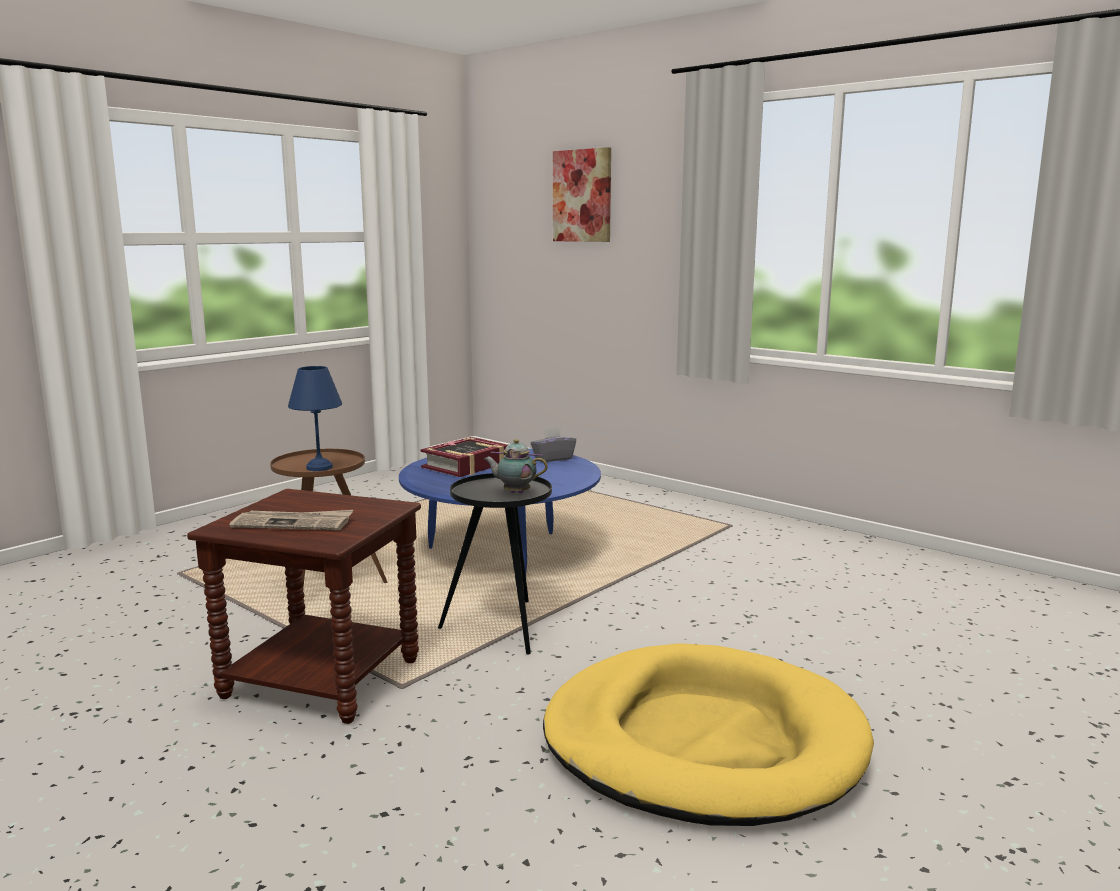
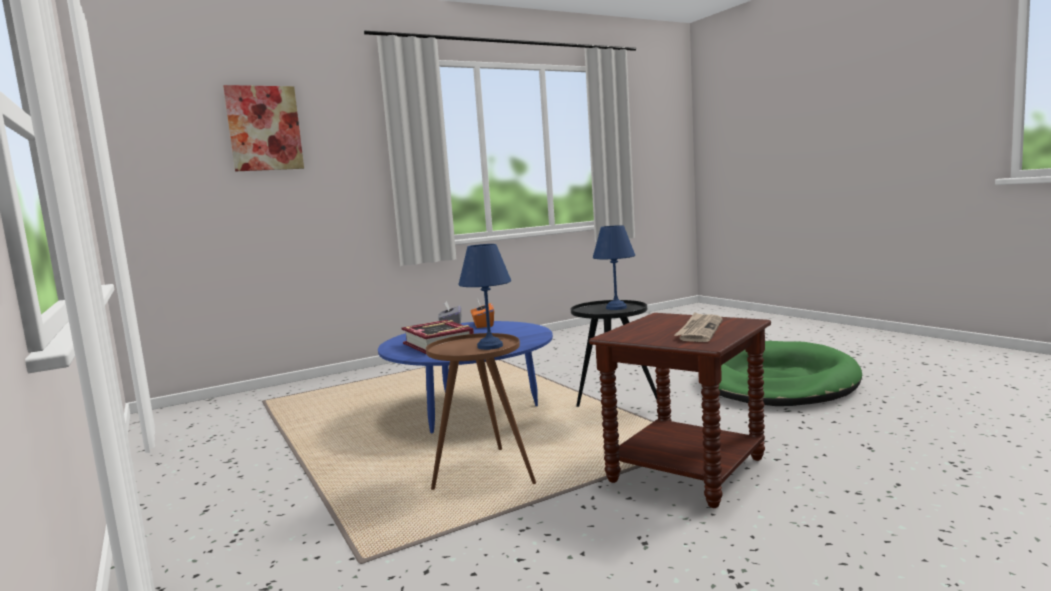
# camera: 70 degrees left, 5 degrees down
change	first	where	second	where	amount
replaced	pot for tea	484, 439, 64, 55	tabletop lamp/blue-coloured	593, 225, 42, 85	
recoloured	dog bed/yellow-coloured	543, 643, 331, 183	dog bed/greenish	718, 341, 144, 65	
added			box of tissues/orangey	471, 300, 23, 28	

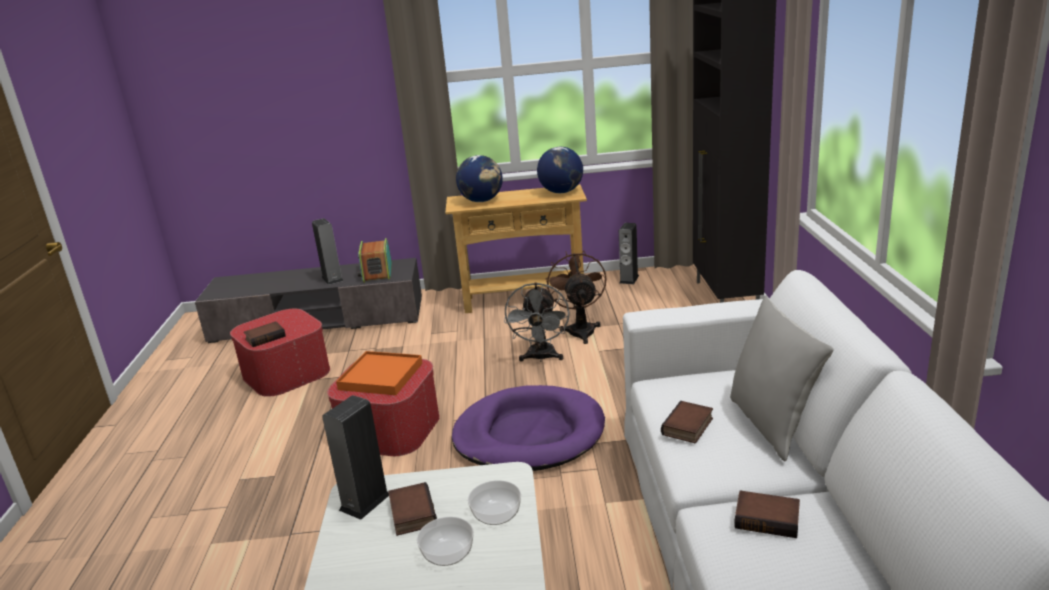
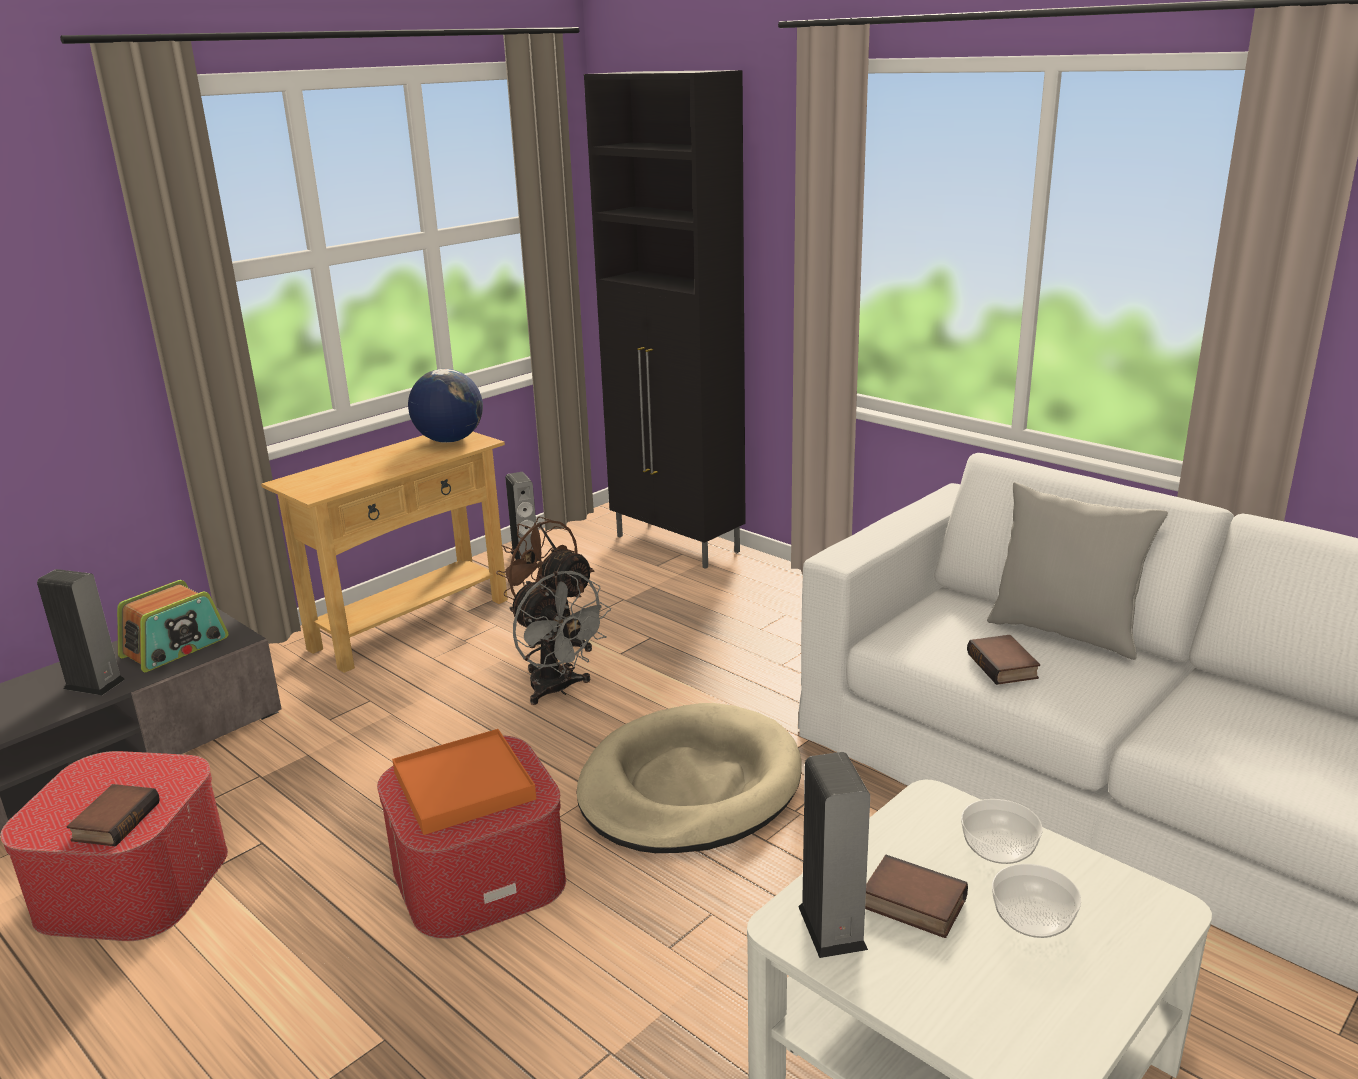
# camera: 45 degrees left, 0 degrees up
change	first	where	second	where	amount
removed	globe	456, 155, 47, 47			
turned	radio	357, 238, 35, 45		117, 580, 112, 92	90 degrees counterclockwise
recoloured	dog bed/purple-coloured	452, 385, 153, 86	dog bed/sand-coloured	576, 703, 226, 150	
removed	volume	734, 491, 66, 47			

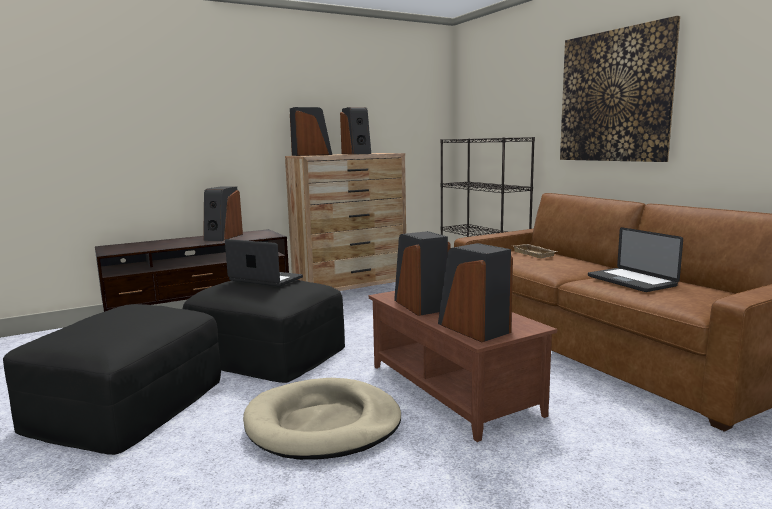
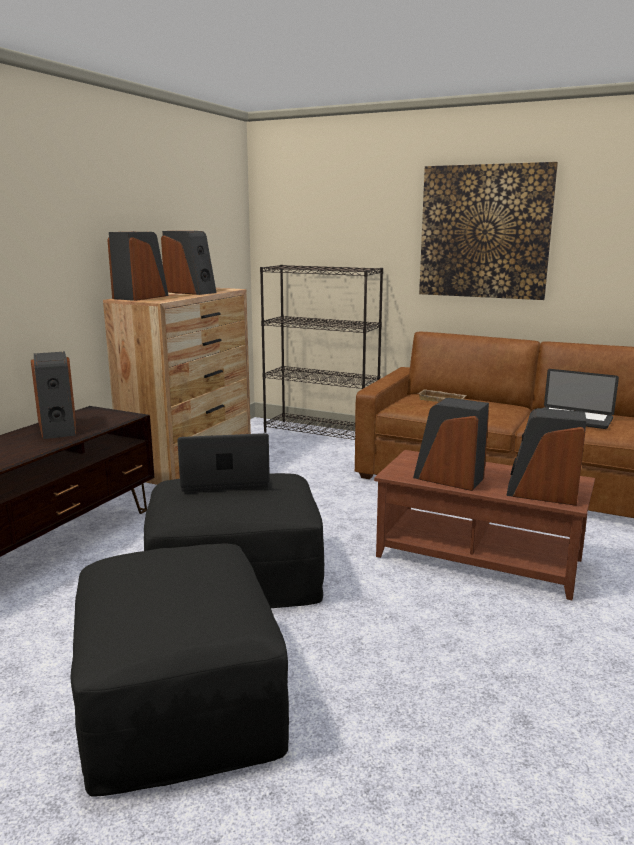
# camera: 35 degrees left, 5 degrees up
change	first	where	second	where	amount
removed	dog bed/sand-coloured	243, 378, 158, 82			

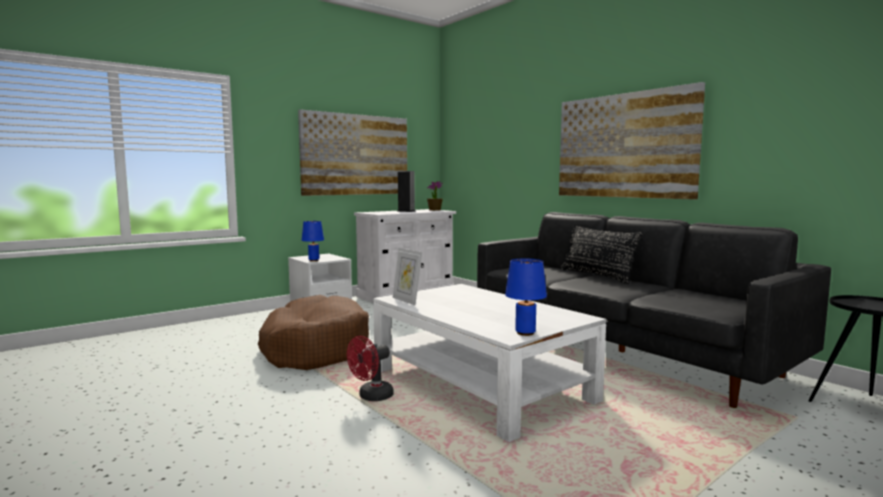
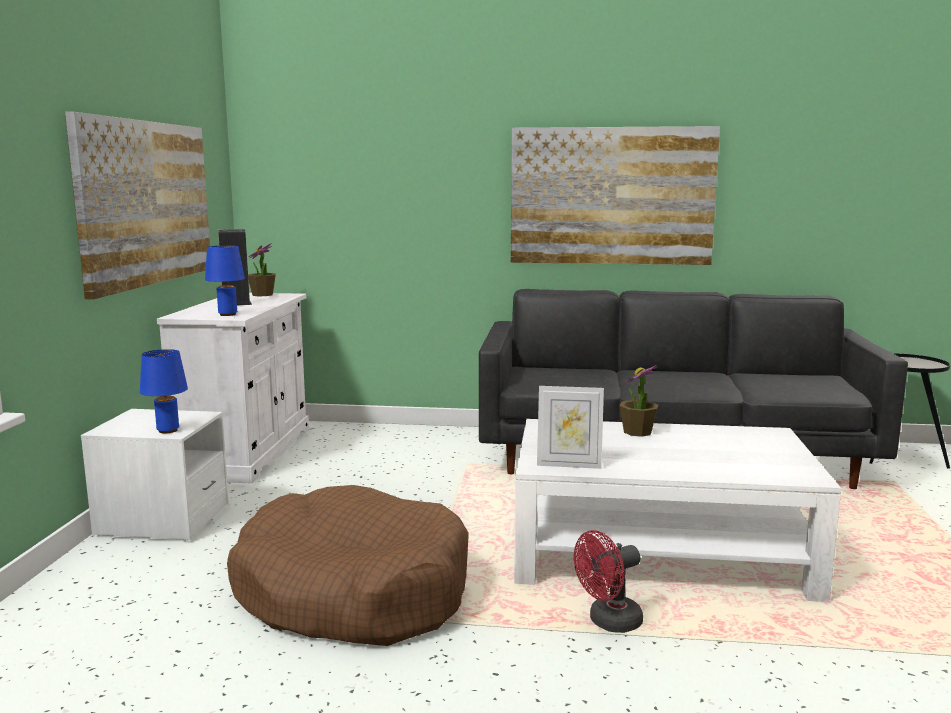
# camera: 45 degrees left, 5 degrees up
change	first	where	second	where	amount
removed	cushion/blackish	561, 226, 82, 58			
moved	tabletop lamp/blue-coloured	505, 259, 42, 77		205, 246, 40, 70	
turned	fan/red	347, 336, 47, 65		574, 530, 69, 103	60 degrees clockwise
added			potted plant	620, 365, 38, 72	

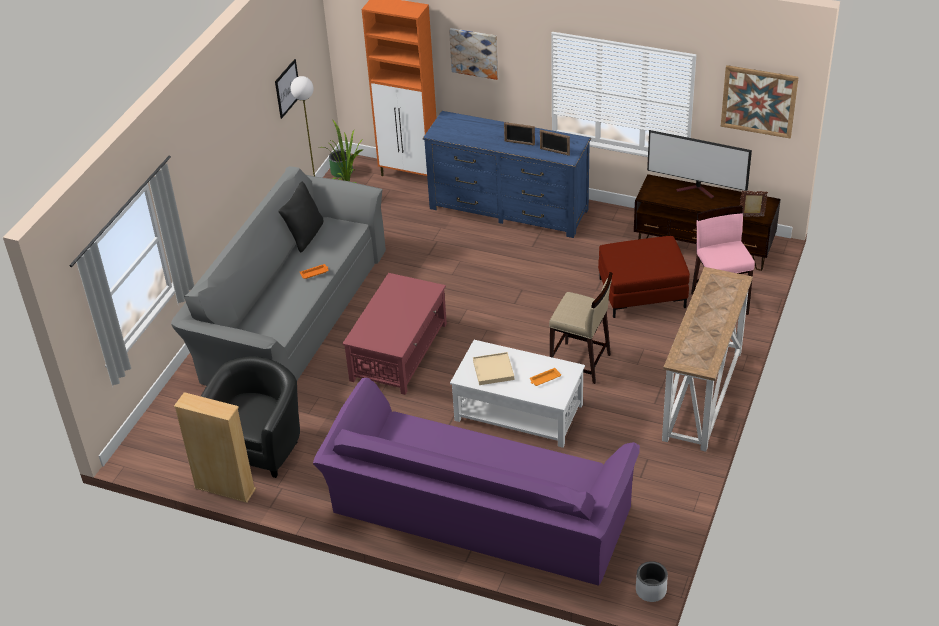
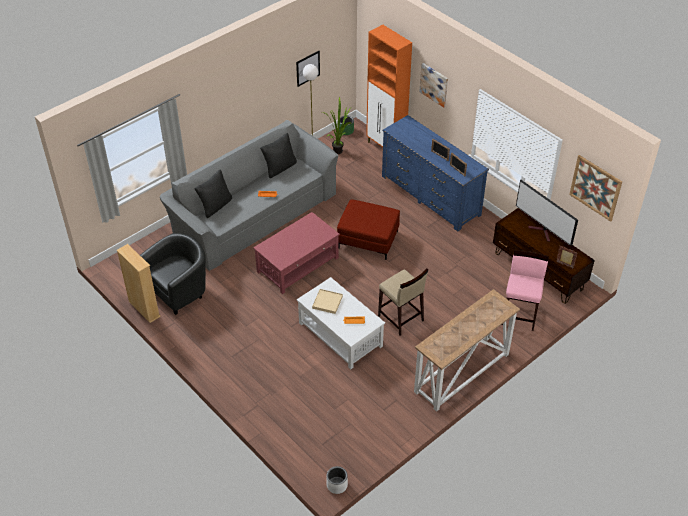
# camera: 25 degrees right, 5 degrees up
change	first	where	second	where	amount
moved	footrest/red	598, 236, 92, 82		337, 199, 63, 61	
removed	settee/purple-coloured	313, 378, 327, 208			
added			cushion/blackish	195, 170, 37, 48	

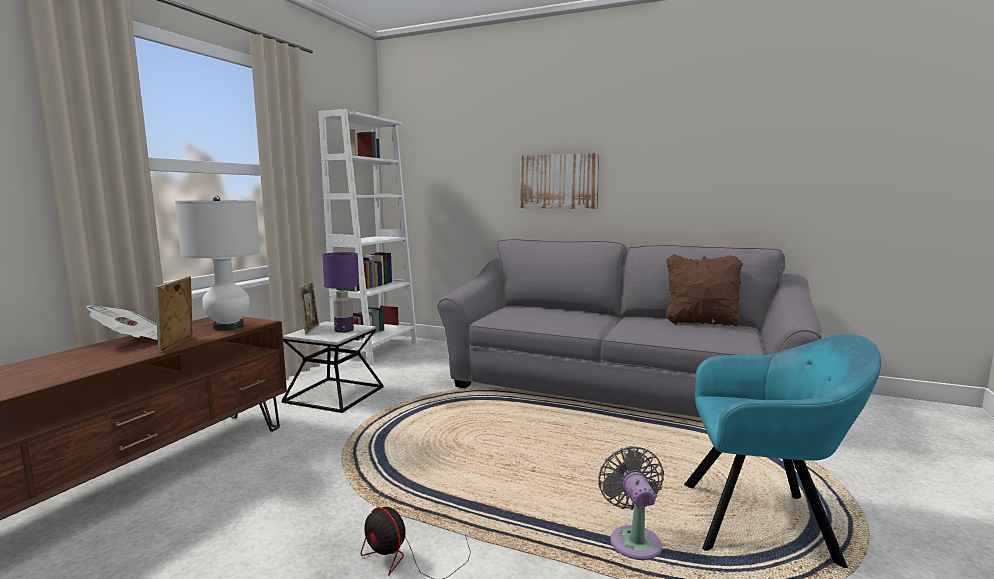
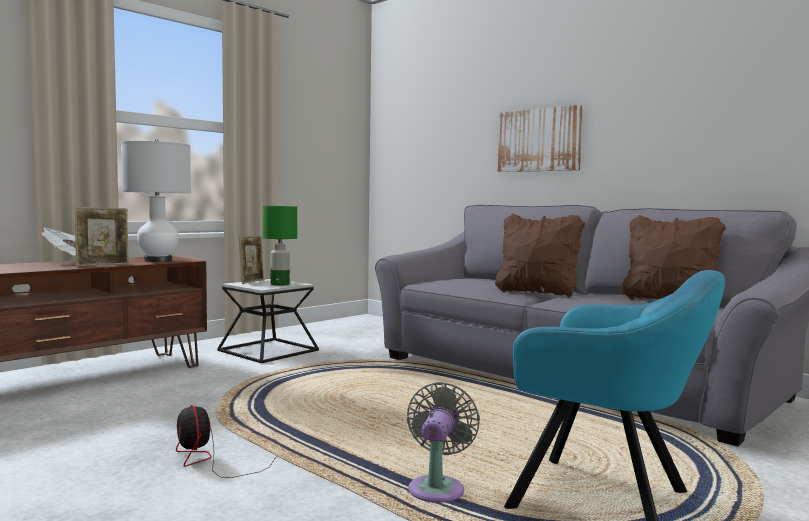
# camera: 20 degrees right, 5 degrees down
change	first	where	second	where	amount
removed	bookcase/whitish	319, 109, 98, 256			
recoloured	tabletop lamp/purple-coloured	322, 252, 37, 81	tabletop lamp/greenish	263, 206, 34, 80	
turned	photo frame	155, 276, 38, 77		74, 207, 55, 59	150 degrees counterclockwise
added			cushion/brown	495, 214, 90, 83	

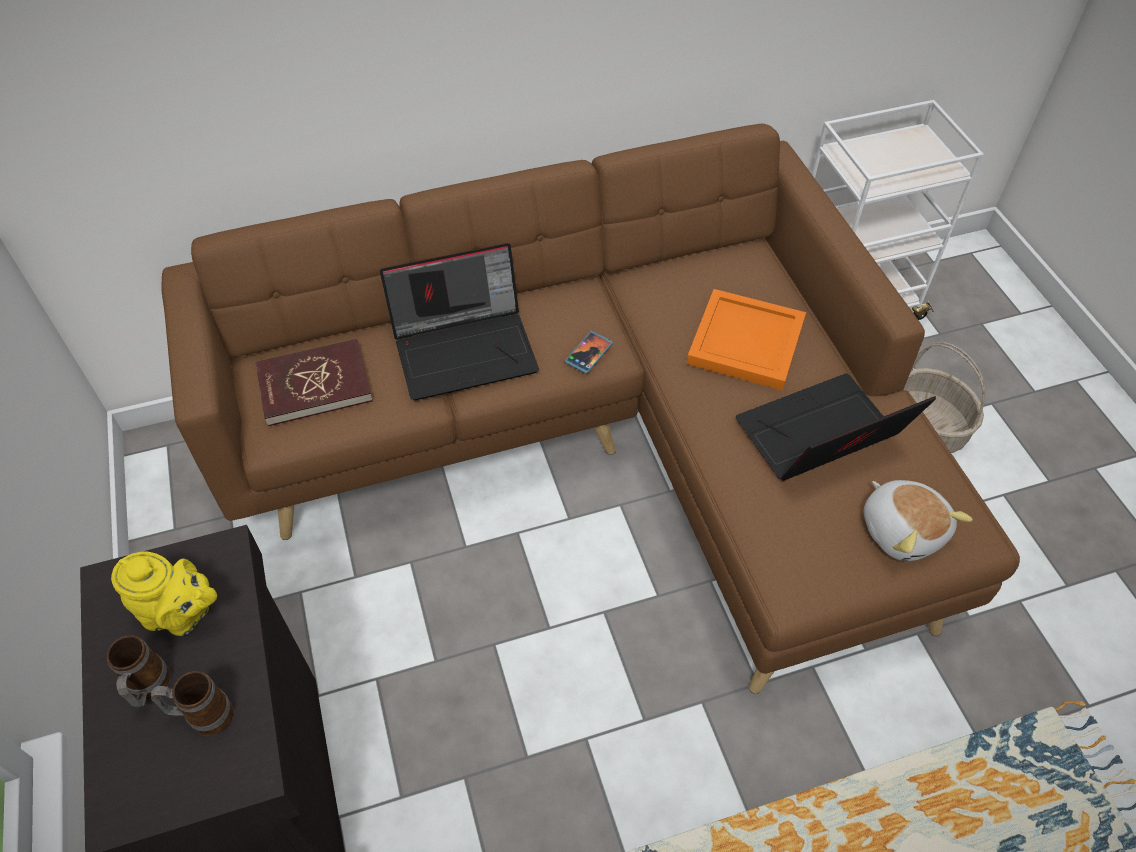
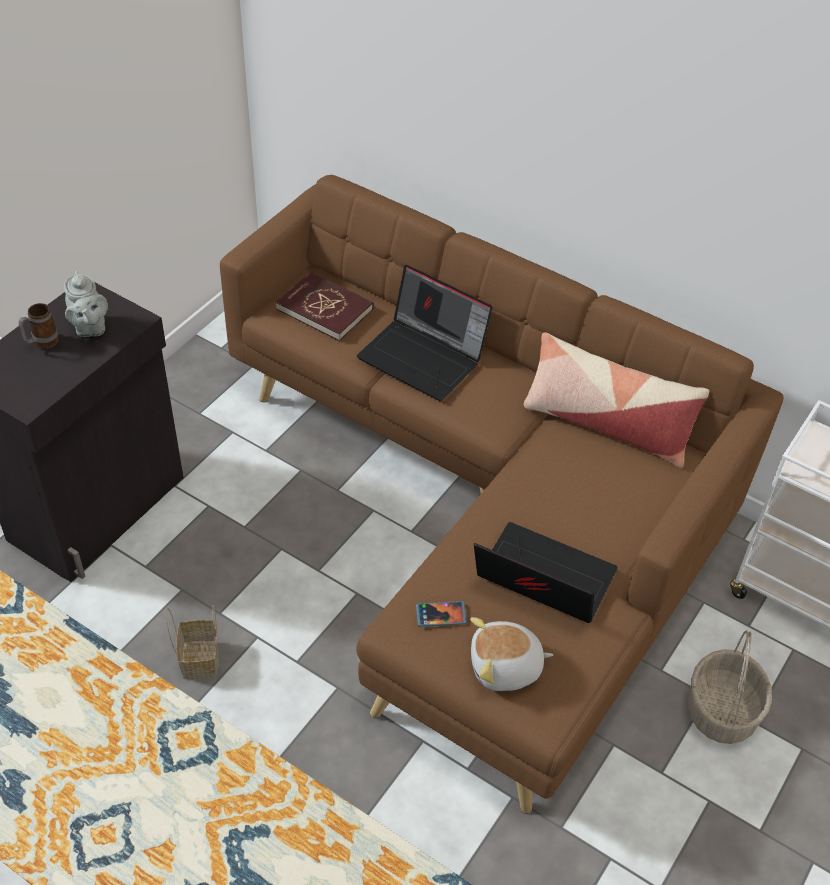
# camera: 50 degrees right, 5 degrees down
change	first	where	second	where	amount
removed	carrying tray/orangey	687, 289, 119, 102			
moved	phone	565, 331, 48, 43		416, 601, 51, 26	
turned	cuddly toy	863, 480, 109, 81		470, 617, 83, 74	60 degrees clockwise
recoloured	pot for tea/yellow-coloured	111, 551, 106, 85	pot for tea/greyish	64, 271, 44, 66	
removed	mug	151, 671, 82, 65			
added			cushion	524, 332, 185, 136	
added			basket	166, 605, 52, 74	

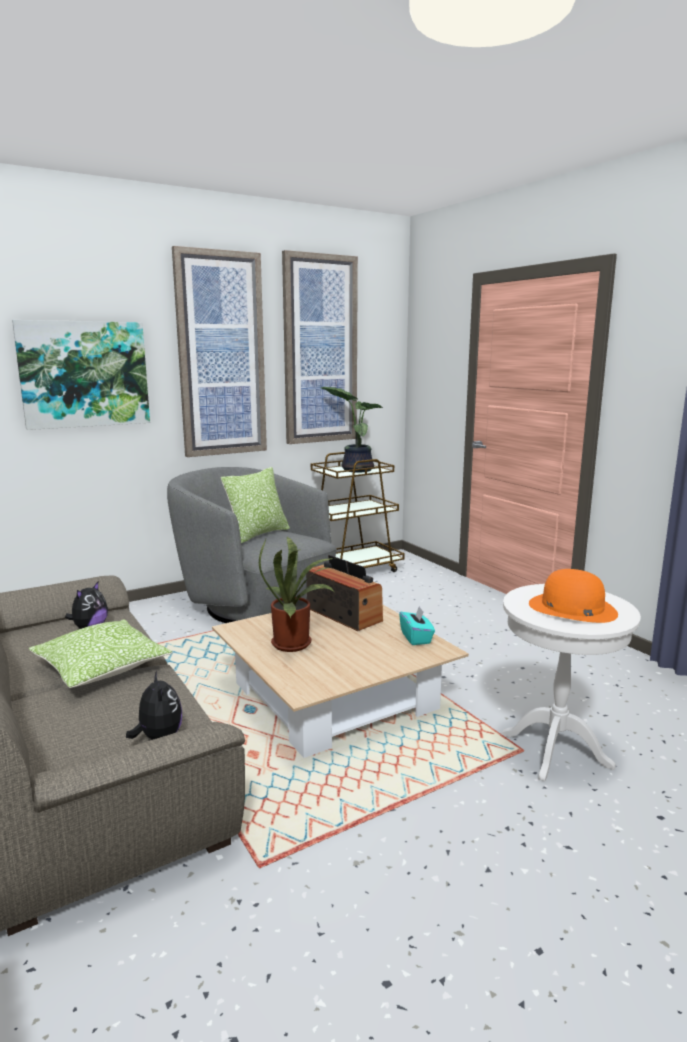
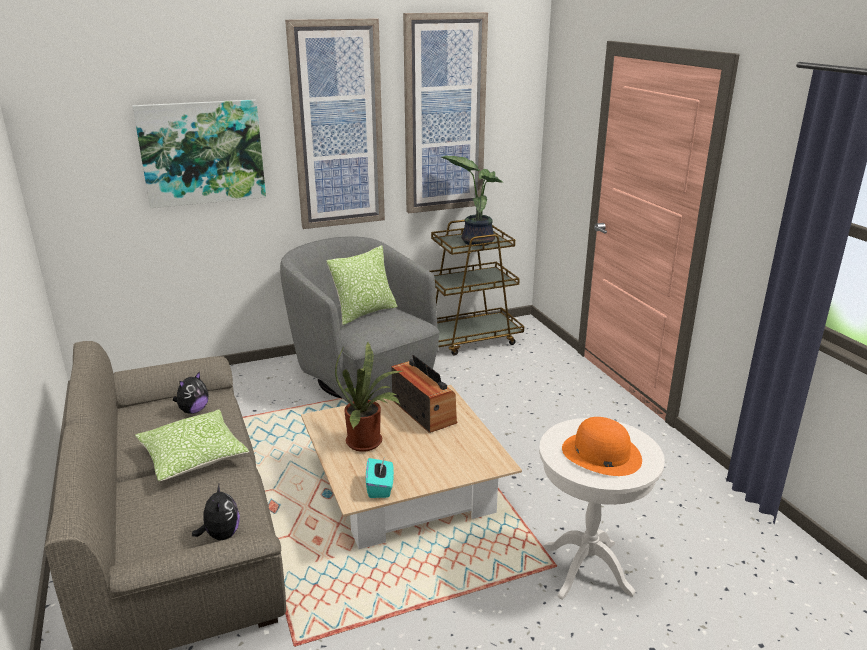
# camera: 10 degrees right, 10 degrees up
change	first	where	second	where	amount
moved	box of tissues/blue-green	399, 606, 36, 39		366, 458, 28, 40	

